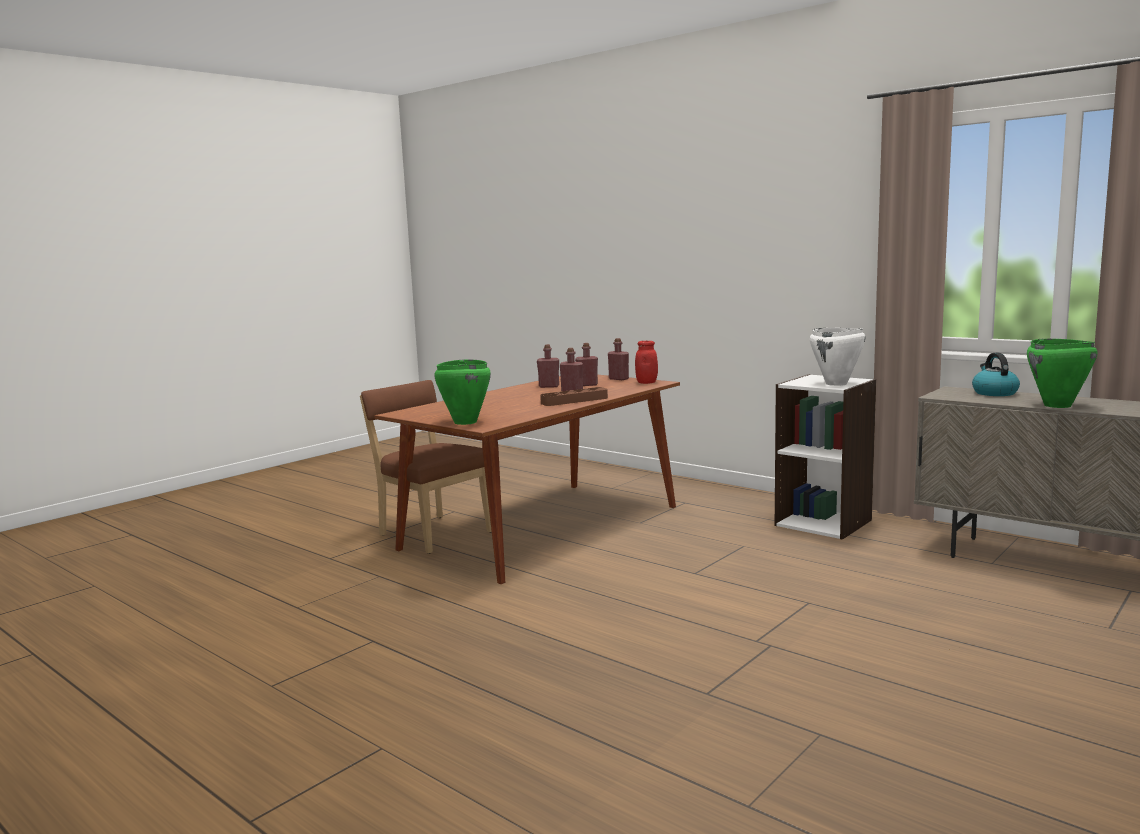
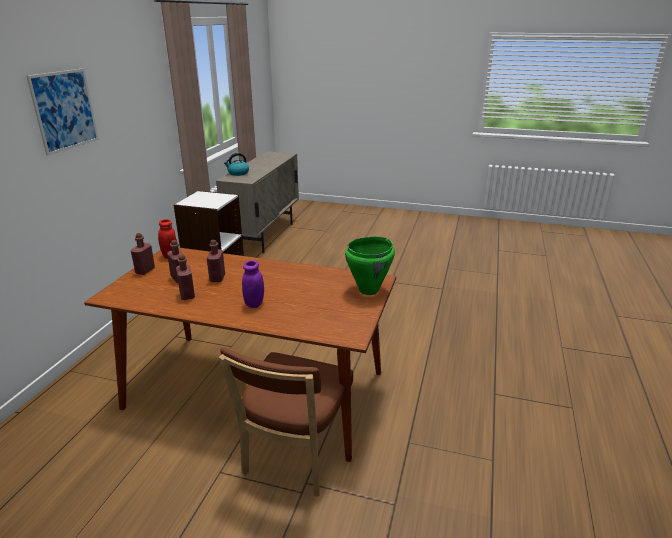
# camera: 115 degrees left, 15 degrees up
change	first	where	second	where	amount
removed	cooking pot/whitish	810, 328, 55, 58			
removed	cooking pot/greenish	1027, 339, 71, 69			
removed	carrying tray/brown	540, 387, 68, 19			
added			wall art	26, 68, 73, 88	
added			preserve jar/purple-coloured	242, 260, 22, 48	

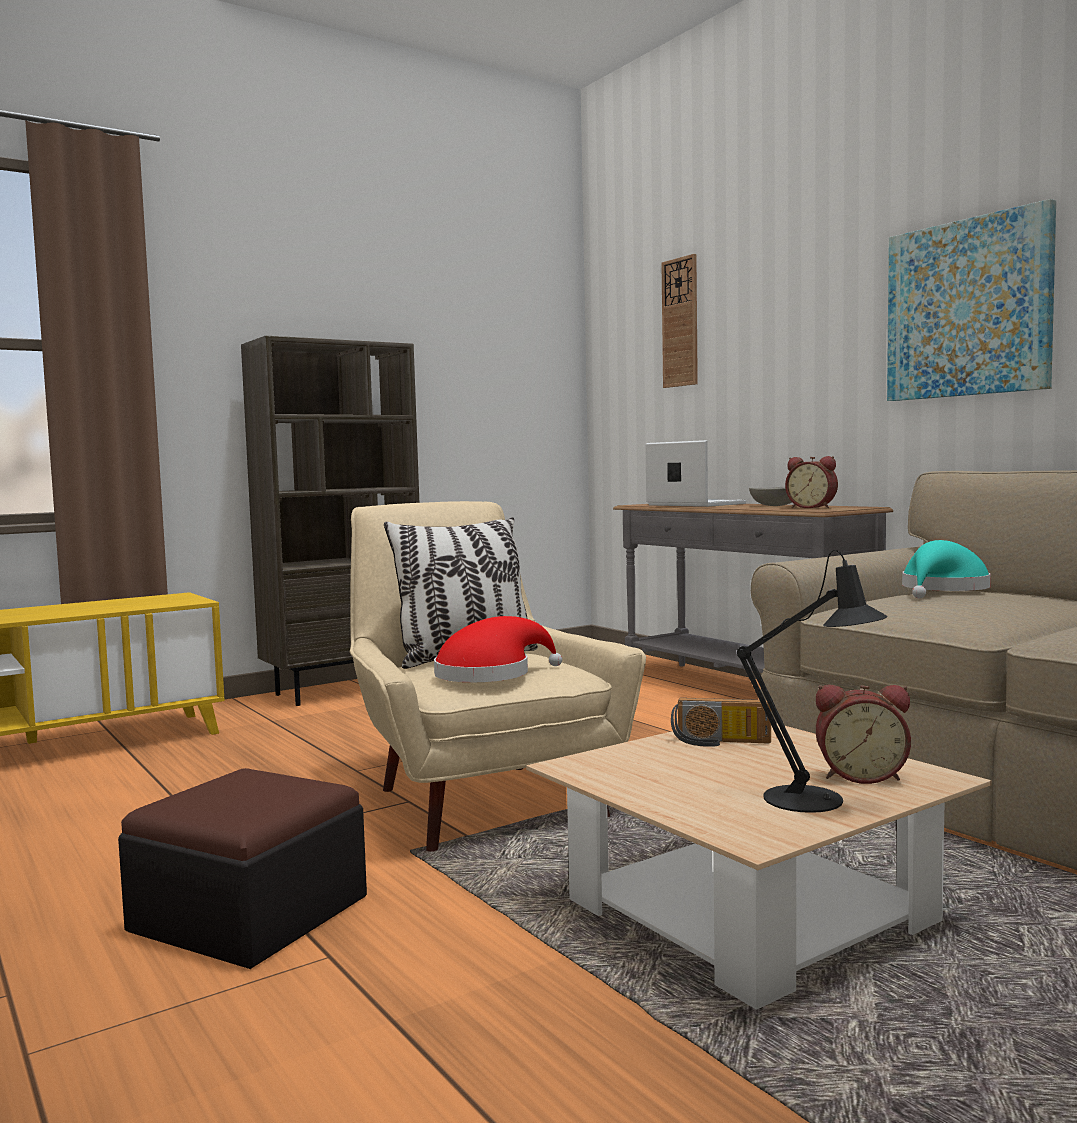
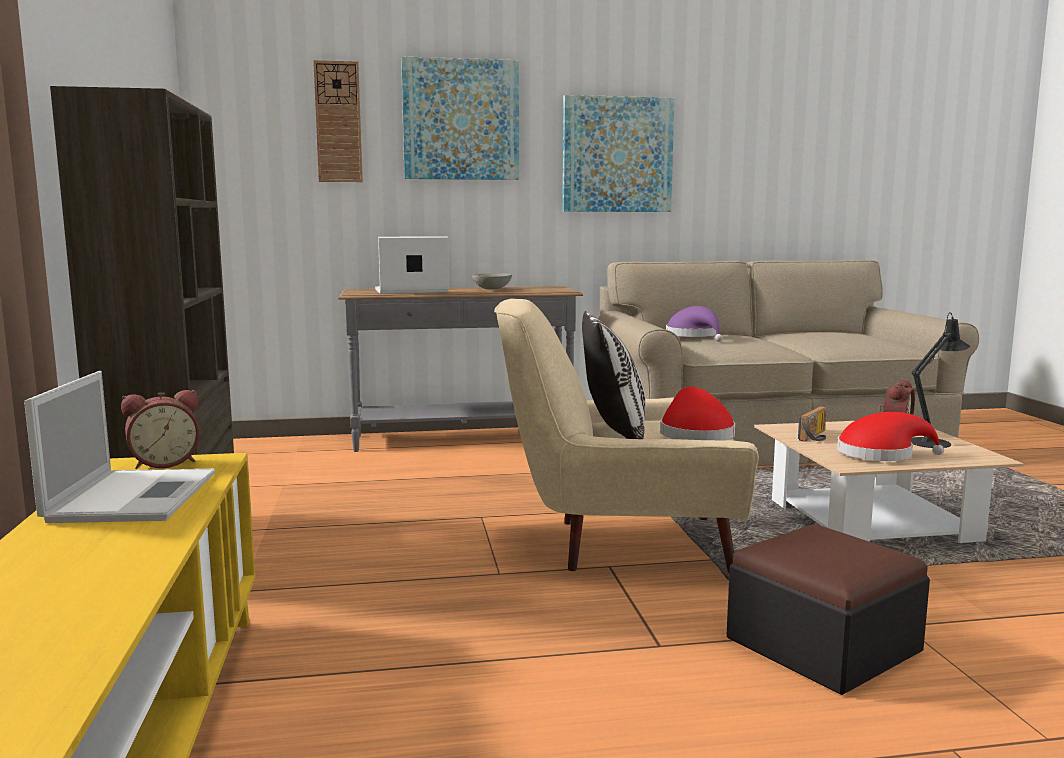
# camera: 65 degrees left, 5 degrees up
change	first	where	second	where	amount
moved	bedside clock	785, 456, 53, 52		121, 390, 79, 79	
recoloured	clothing hat/blue-green	902, 540, 89, 58	clothing hat/purple-coloured	666, 306, 57, 36	
added			wall art	401, 57, 118, 123	
added			laptop	24, 371, 191, 152	
added			clothing hat/red	837, 412, 107, 49	

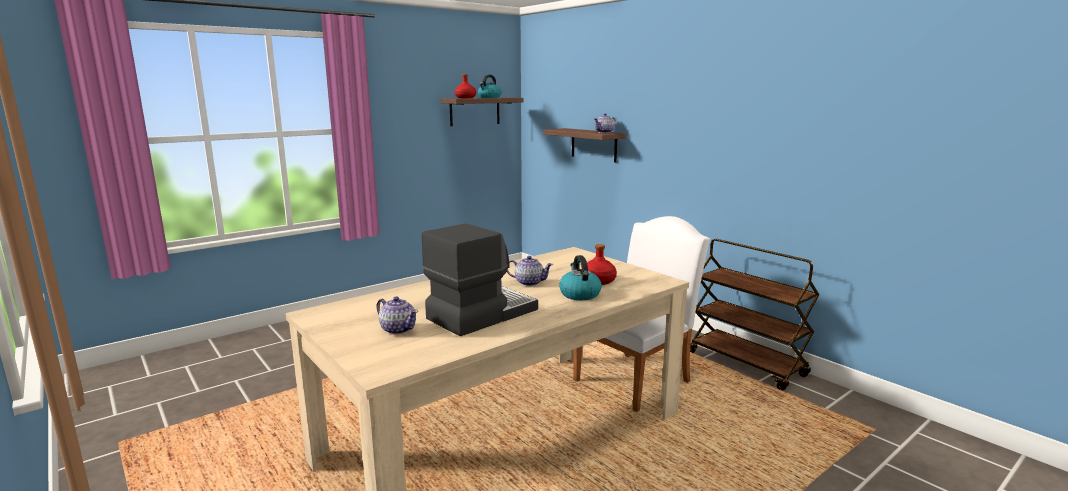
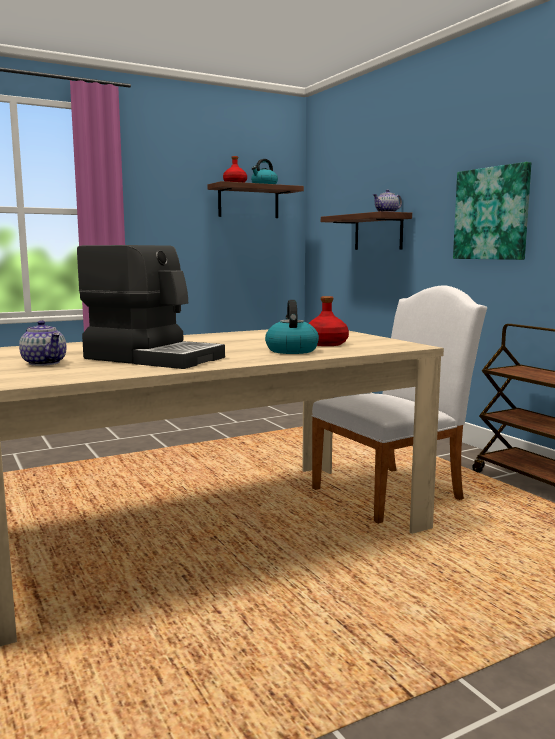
# camera: 10 degrees right, 5 degrees down
change	first	where	second	where	amount
turned	coffee maker	421, 224, 117, 112		77, 245, 148, 124	60 degrees clockwise
removed	pot for tea	507, 256, 46, 30			
added			wall art	453, 162, 78, 98	

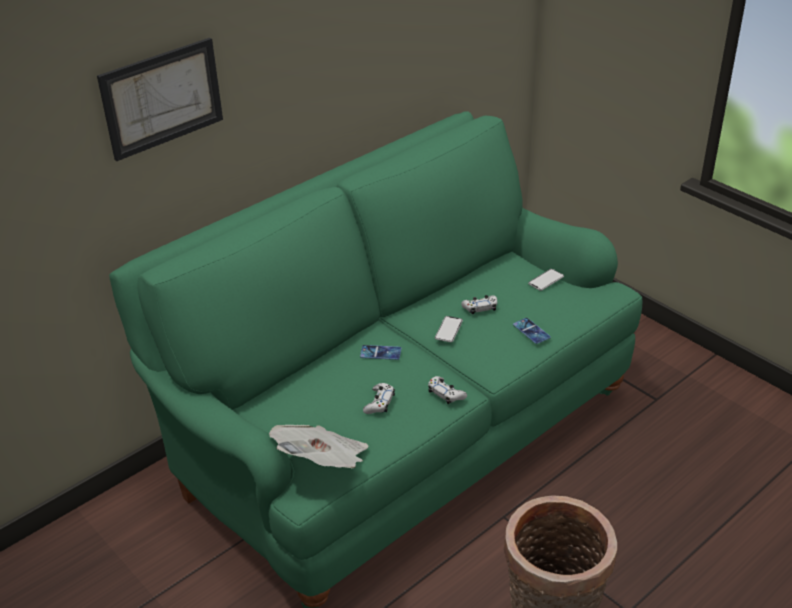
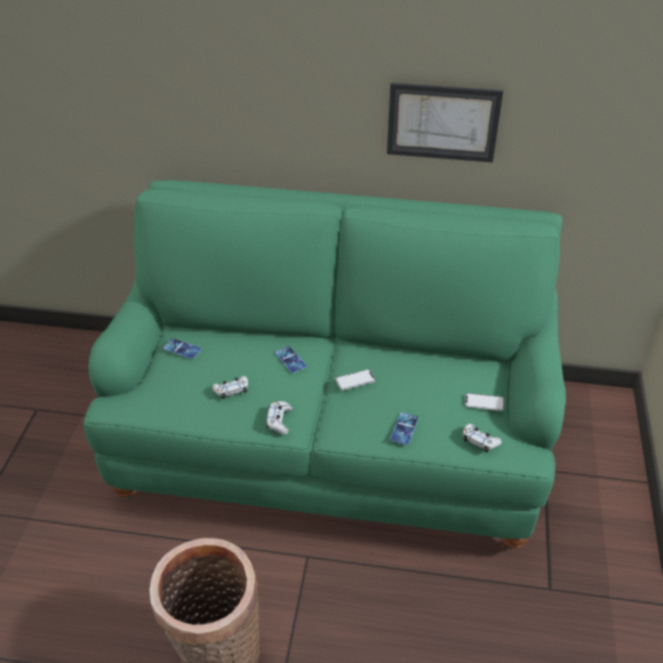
# camera: 50 degrees right, 5 degrees up
change	first	where	second	where	amount
moved	wall art	97, 38, 126, 123		387, 83, 116, 79	
moved	joypad/whitish	461, 295, 36, 19		463, 424, 39, 29	
removed	daily paper	269, 425, 100, 43			
added			phone	163, 338, 39, 21	

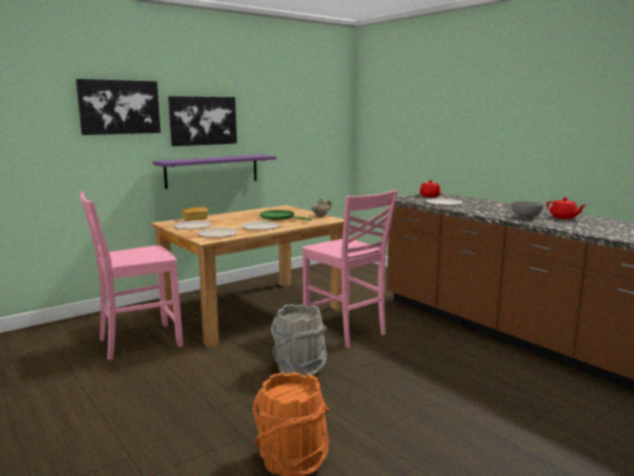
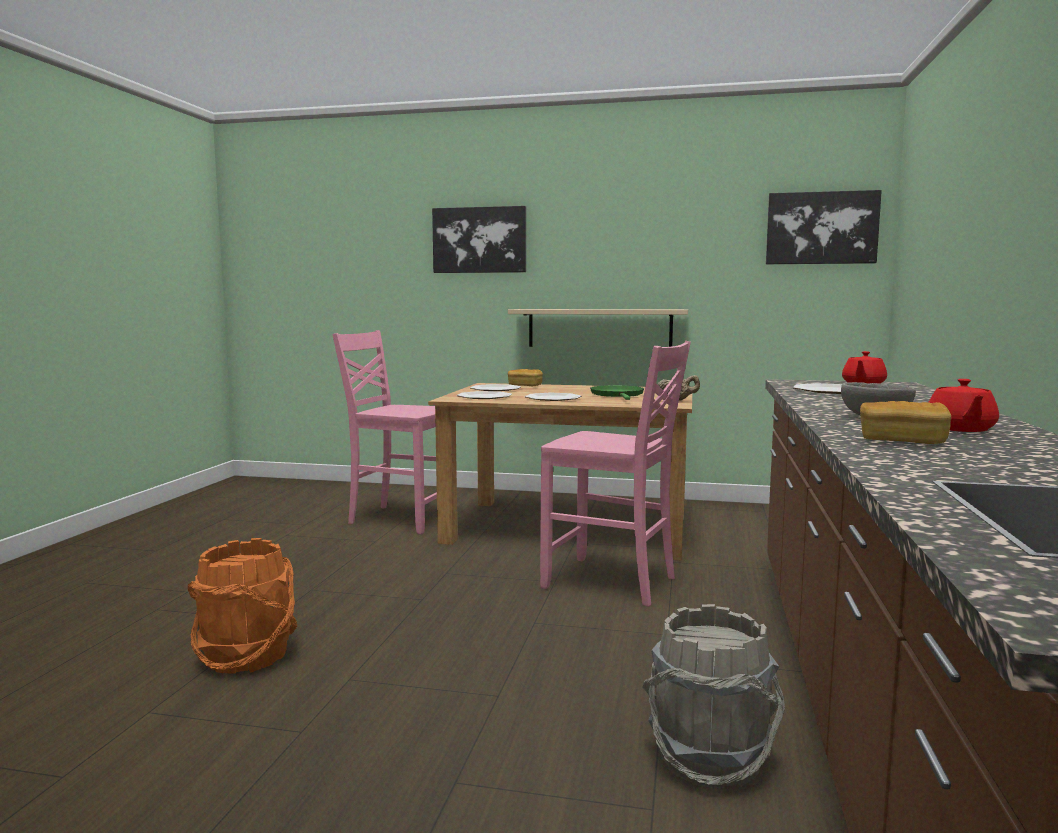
# camera: 50 degrees right, 5 degrees down
change	first	where	second	where	amount
moved	wall art	168, 96, 69, 50		766, 190, 116, 74	
recoloured	shelf/purple-coloured	153, 155, 123, 34	shelf/sand-coloured	508, 309, 180, 38	
turned	upright chair/pink-coloured	302, 190, 96, 158		540, 341, 151, 266	75 degrees counterclockwise
moved	bucket/greyish	271, 304, 56, 72		643, 604, 142, 184	
added			bakery bread	860, 401, 91, 43	

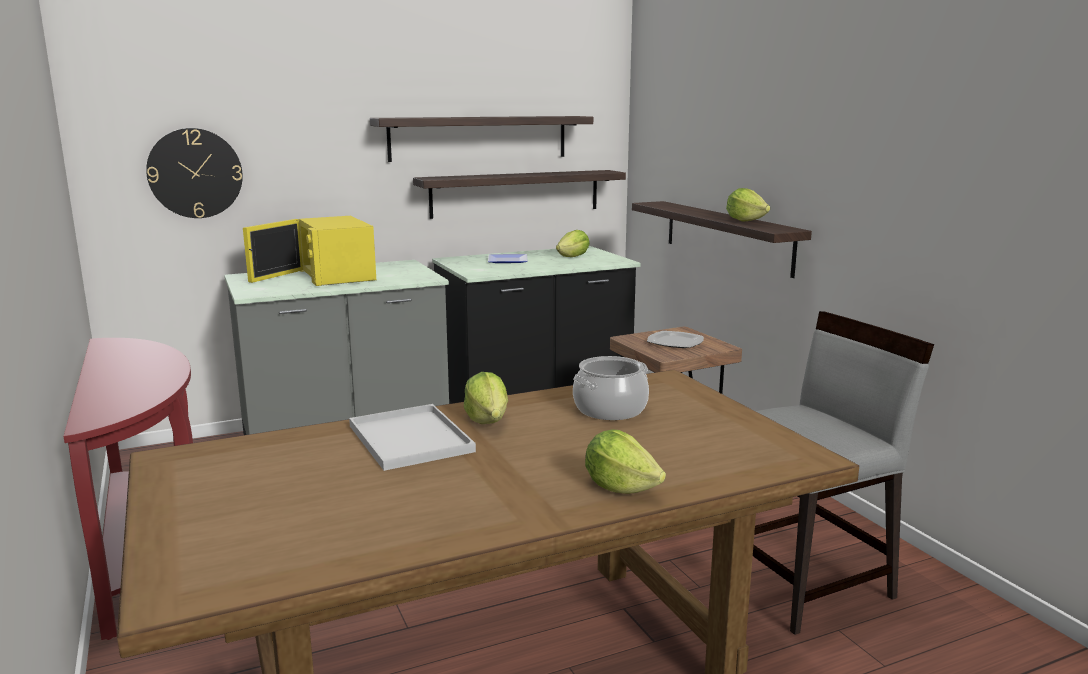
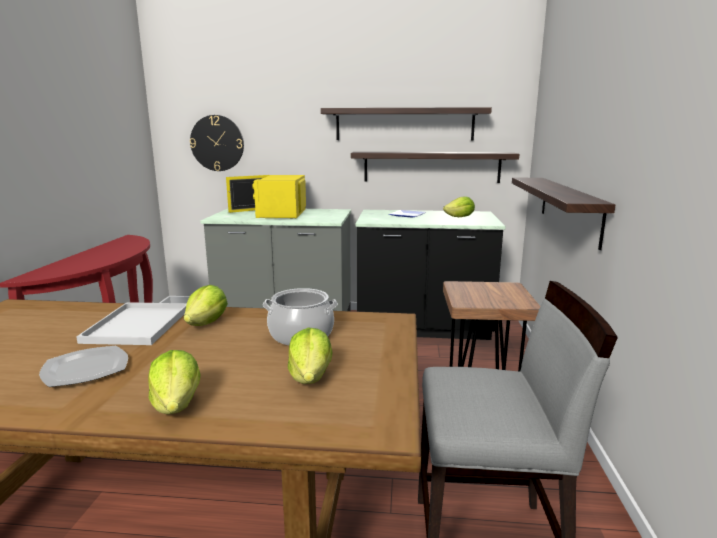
# camera: 30 degrees right, 0 degrees up
change	first	where	second	where	amount
moved	head of lettuce	726, 188, 44, 34		288, 327, 45, 57	
moved	flat dish	647, 331, 57, 17		39, 346, 89, 41	

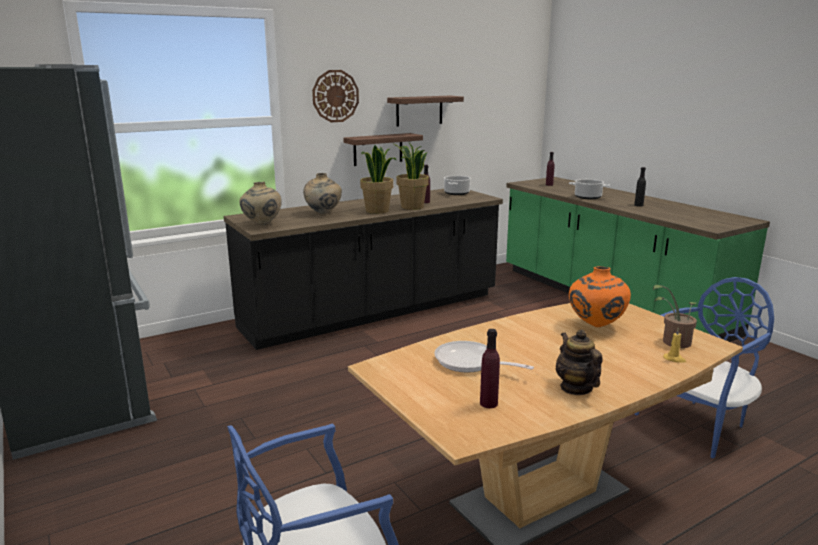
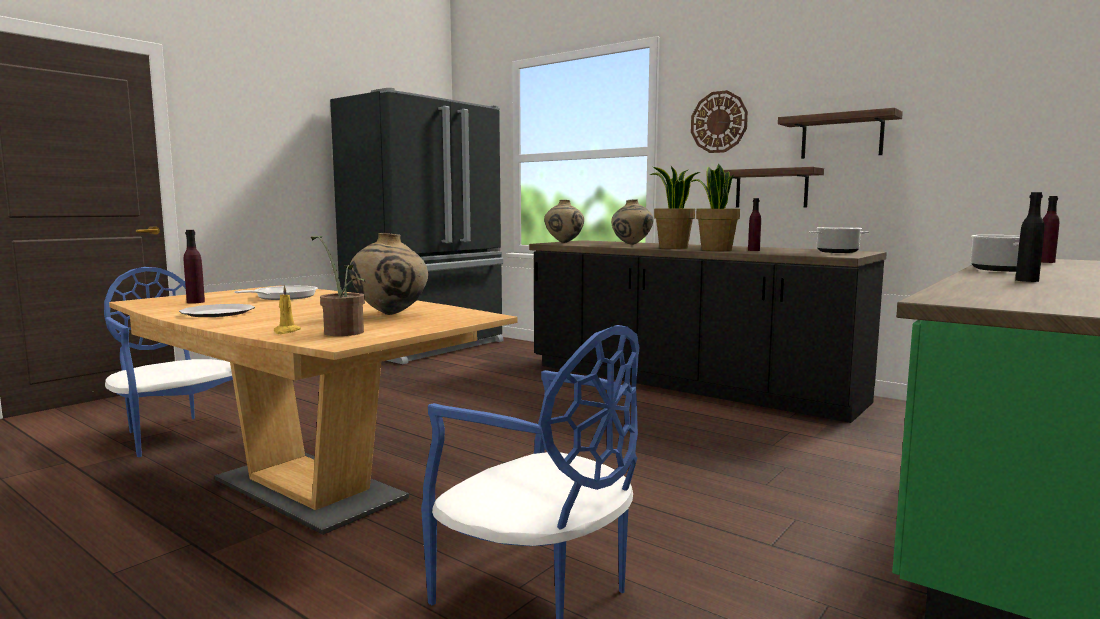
# camera: 70 degrees right, 10 degrees down
change	first	where	second	where	amount
recoloured	flower vase/orangey	569, 266, 62, 61	flower vase/sand-coloured	350, 233, 78, 82	
replaced	pot for tea	556, 329, 47, 66	flat dish	179, 304, 76, 13	

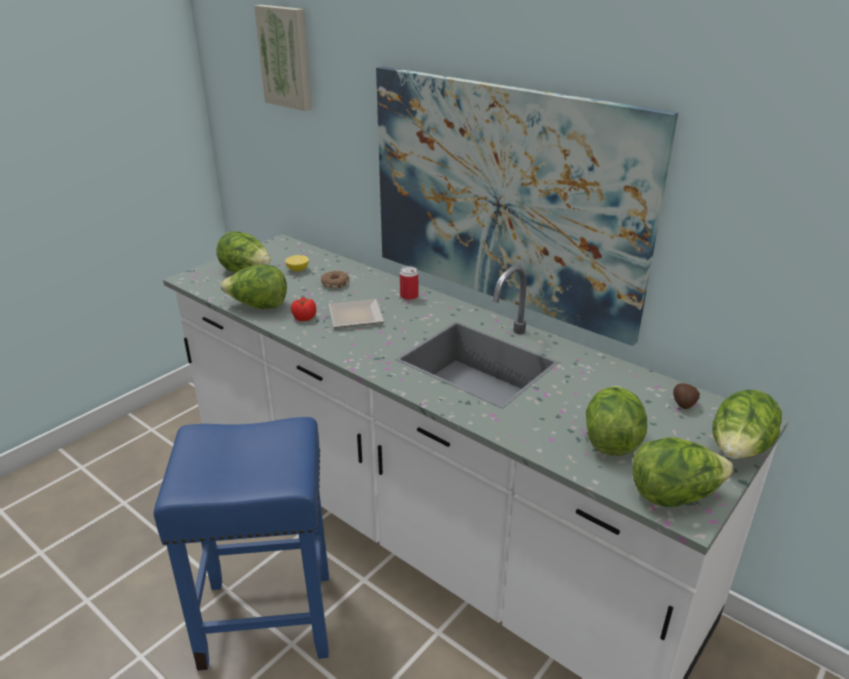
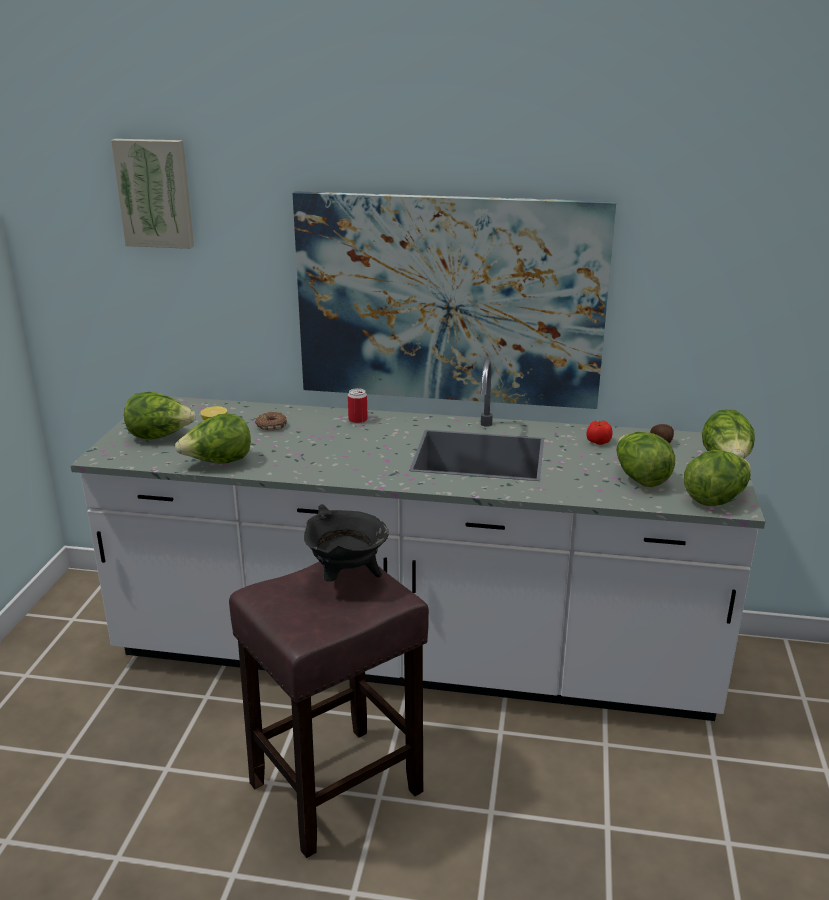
# camera: 30 degrees left, 5 degrees down
change	first	where	second	where	amount
moved	tomato	291, 297, 25, 24		587, 420, 25, 25	
removed	flat dish	329, 299, 55, 29			
recoloured	stool/blue-coloured	154, 417, 175, 254	stool/brown	229, 561, 200, 297	
added			cooking pot/blackish	304, 504, 85, 78	

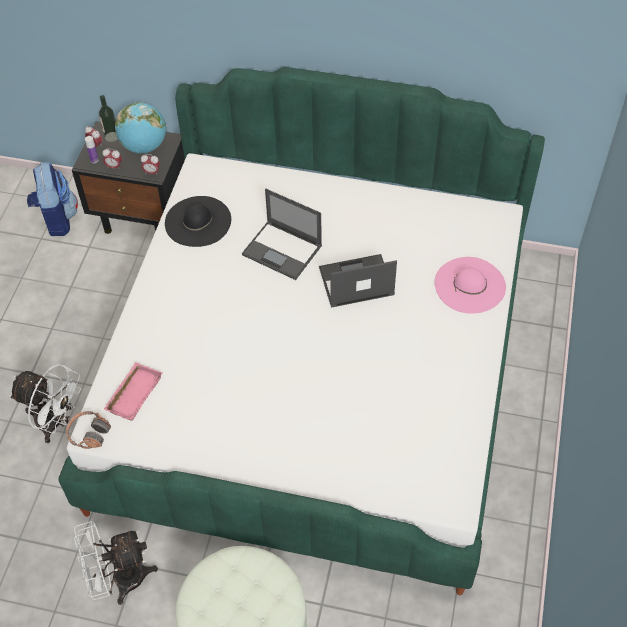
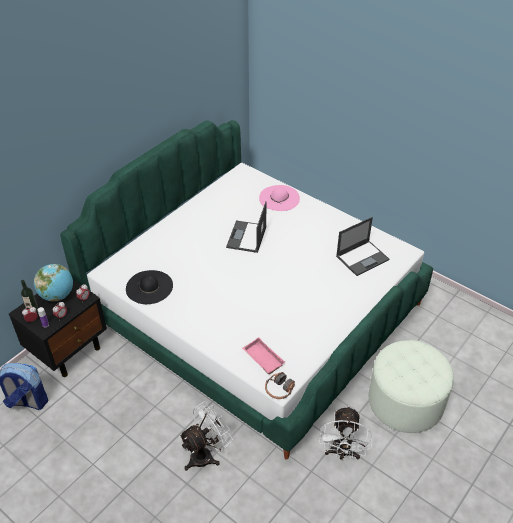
# camera: 65 degrees left, 10 degrees down
change	first	where	second	where	amount
moved	laptop	242, 189, 80, 91		336, 217, 53, 59	

